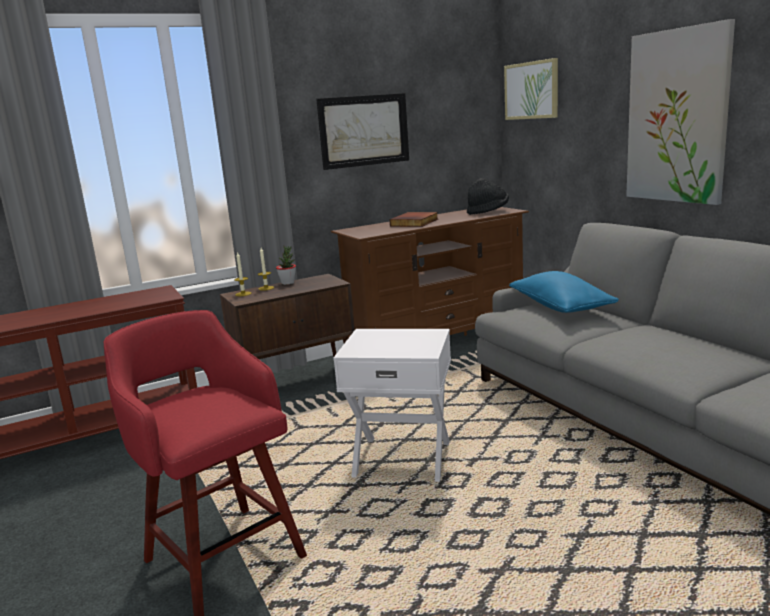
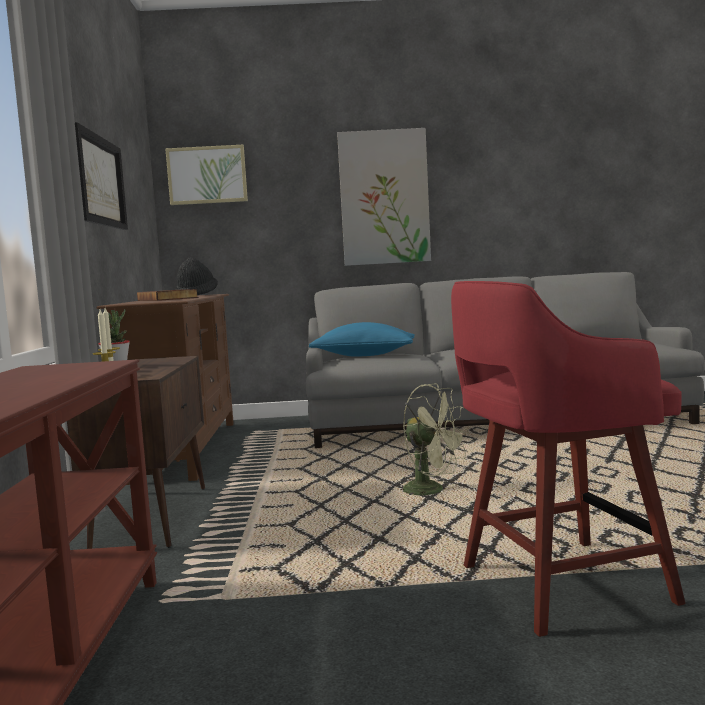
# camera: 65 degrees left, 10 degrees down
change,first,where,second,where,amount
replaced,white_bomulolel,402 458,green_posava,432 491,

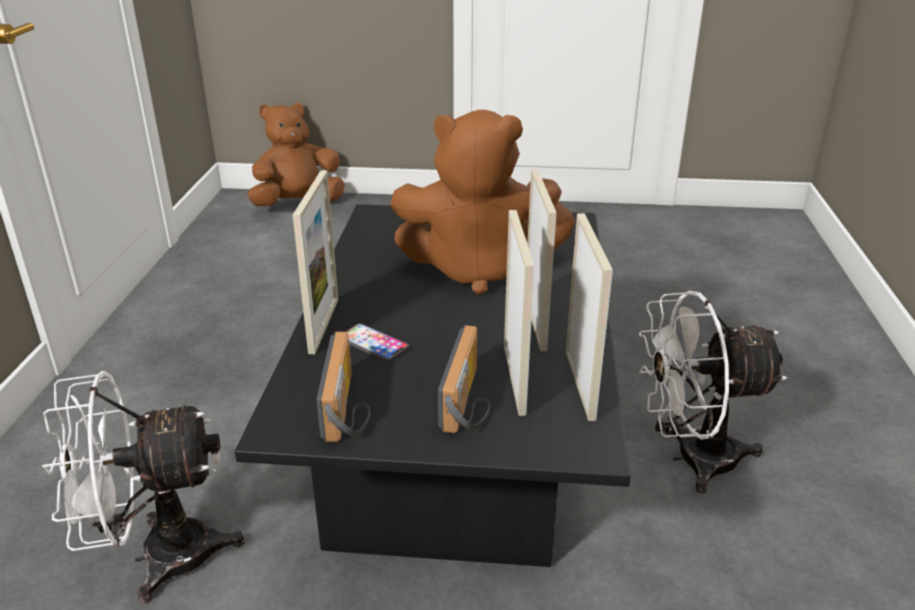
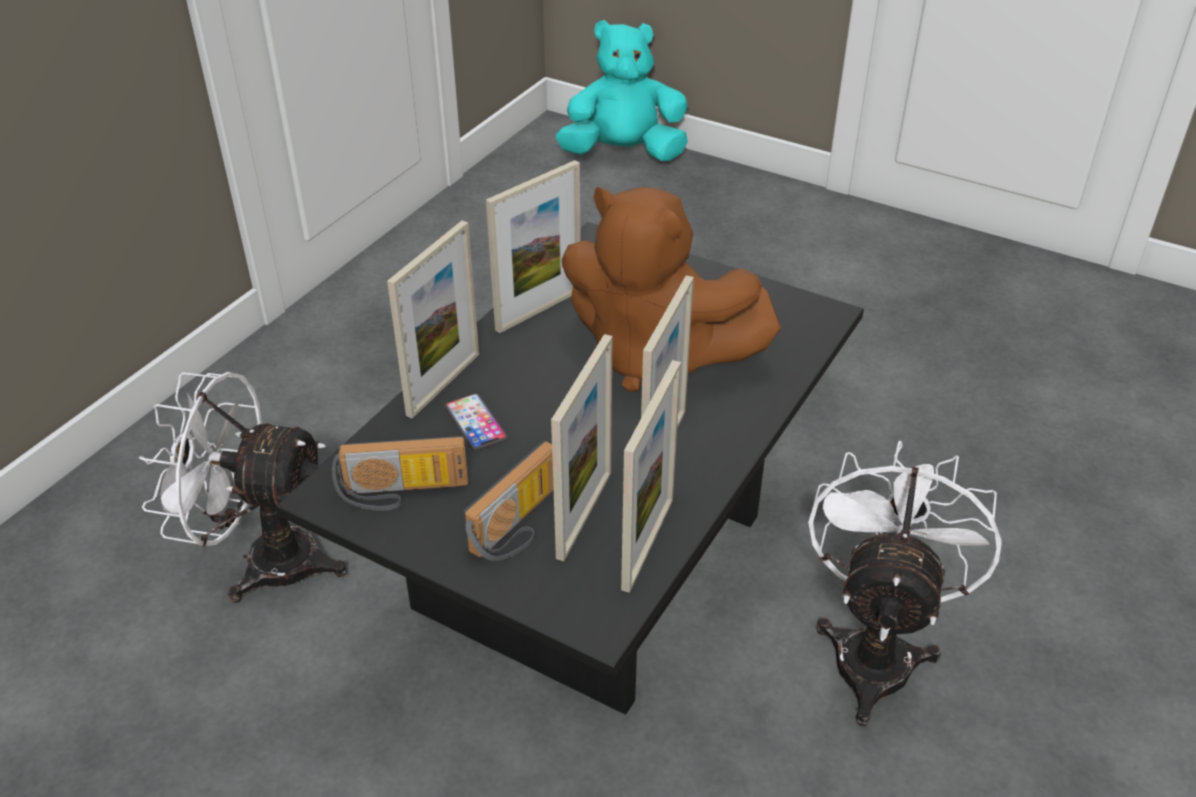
# camera: 25 degrees right, 10 degrees up
change,first,where,second,where,amount
turned,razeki,349 408,,402 493,60 degrees clockwise
added,,,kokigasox,539 310,
recoloured,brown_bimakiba,297 203,turquoise_bimakiba,623 153,
turned,white_posava,691 459,,875 650,90 degrees clockwise

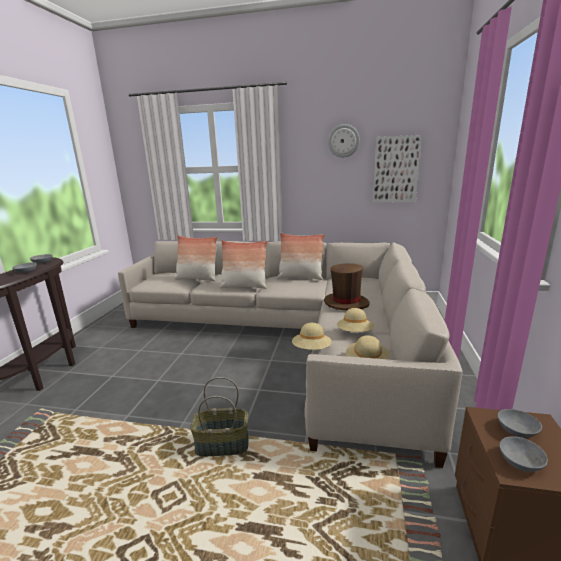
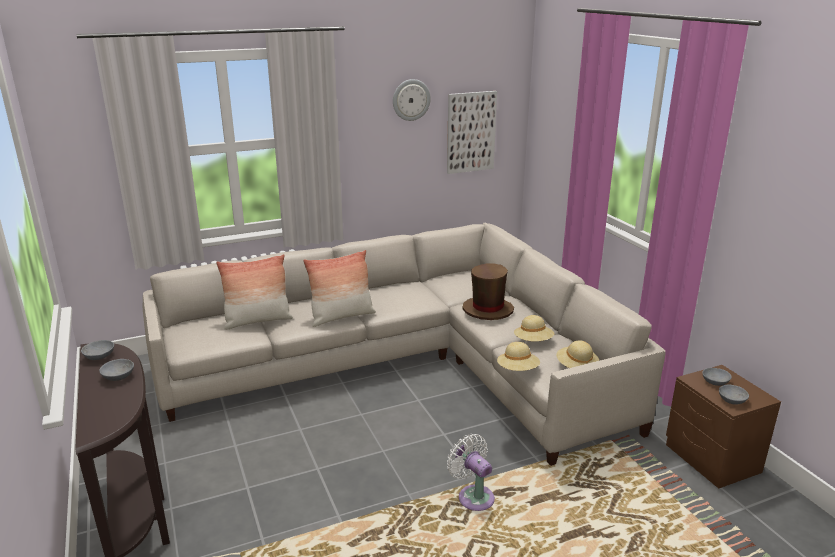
# camera: 35 degrees left, 5 degrees up
change,first,where,second,where,amount
replaced,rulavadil,221 446,white_posava,473 496,
removed,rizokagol,300 277,,,

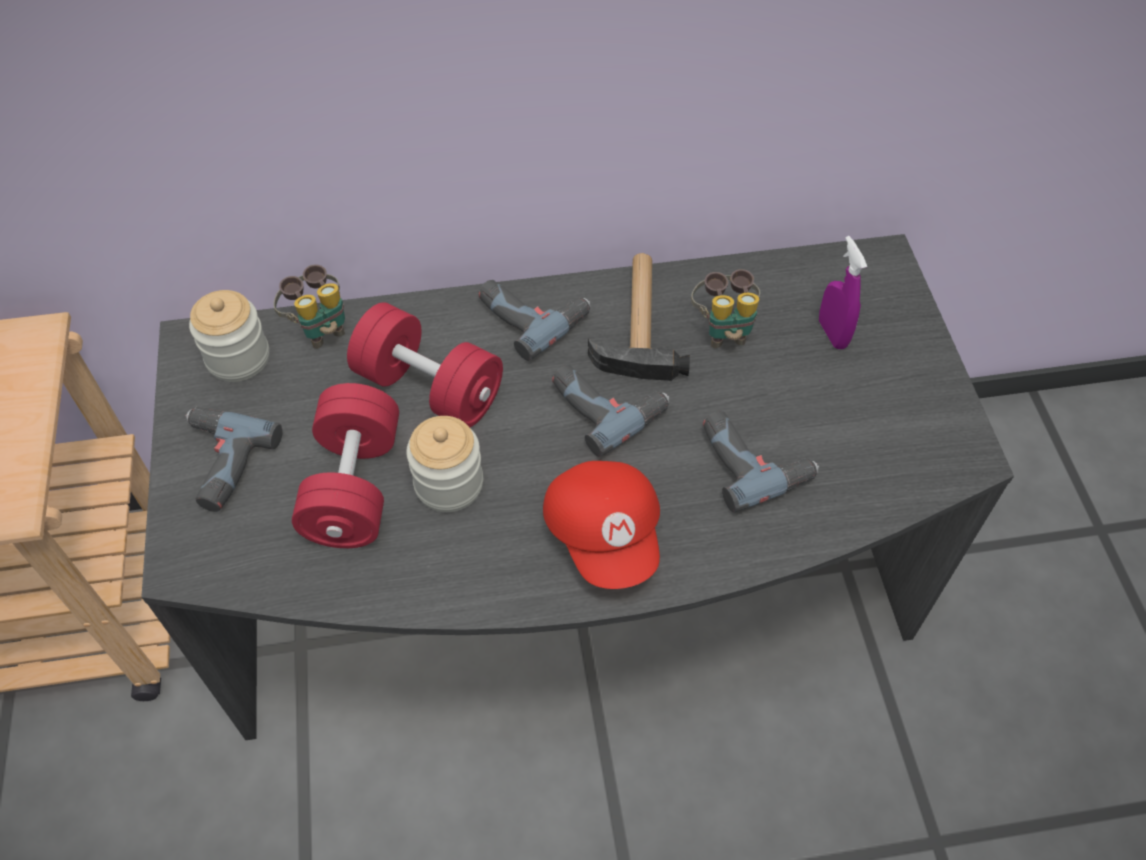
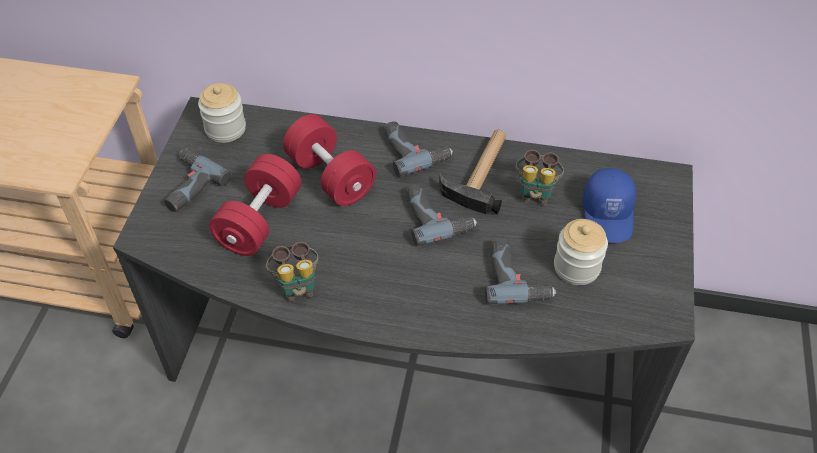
# camera: 20 degrees right, 5 degrees down
change,first,where,second,where,amount
moved,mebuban,319 327,,297 286,
moved,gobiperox,449 484,,576 267,
replaced,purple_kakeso,832 334,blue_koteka,609 215,
removed,red_koteka,606 534,,,

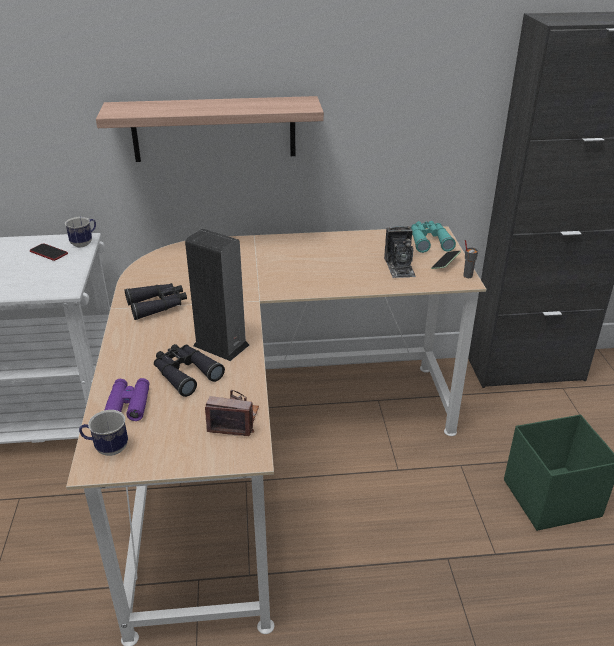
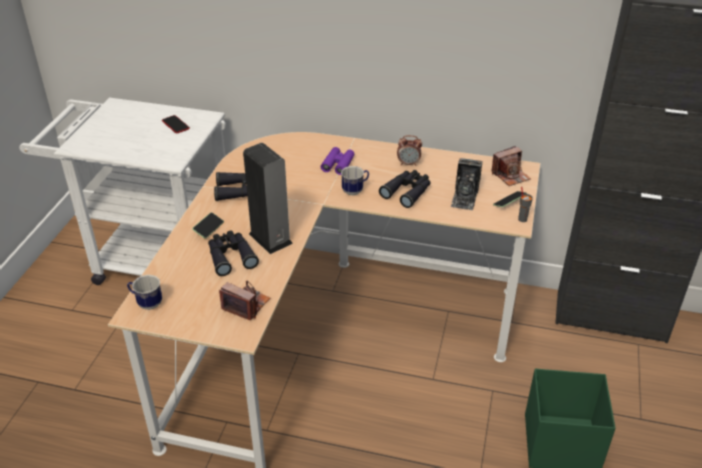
# camera: 20 degrees right, 5 degrees up
change,first,where,second,where,amount
added,,,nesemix,208 229,
moved,purple_mebuban,128 404,,338 164,
moved,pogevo,85 243,,355 190,
added,,,black_mebuban,407 192,
added,,,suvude,408 164,
replaced,turquoise_mebuban,429 241,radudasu,510 175,
removed,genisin,214 129,,,

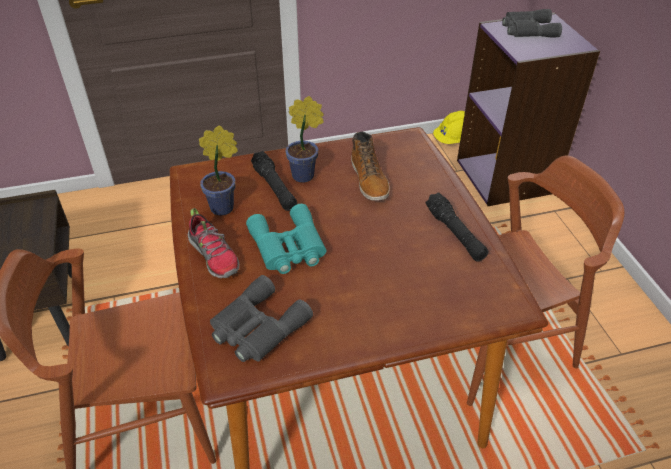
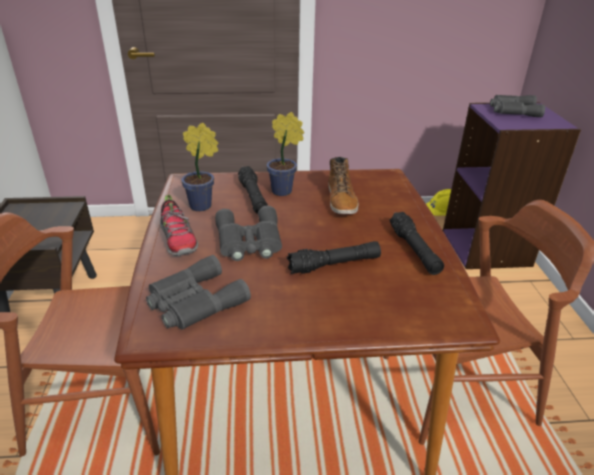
# camera: 10 degrees right, 10 degrees down
change,first,where,second,where,amount
recoloured,turquoise_mebuban,288 247,grey_mebuban,248 241,
added,,,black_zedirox,334 265,

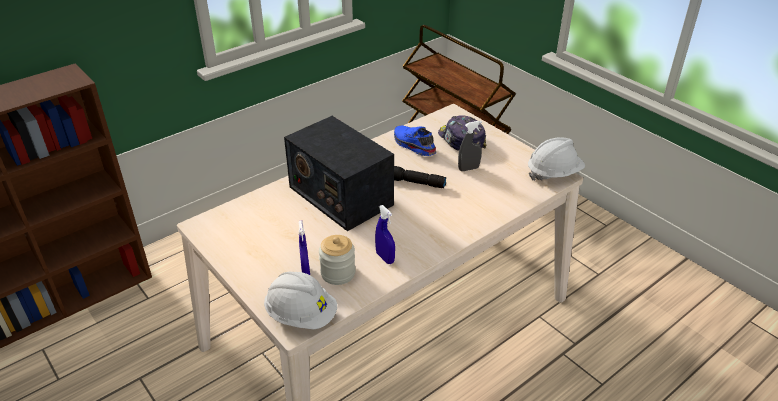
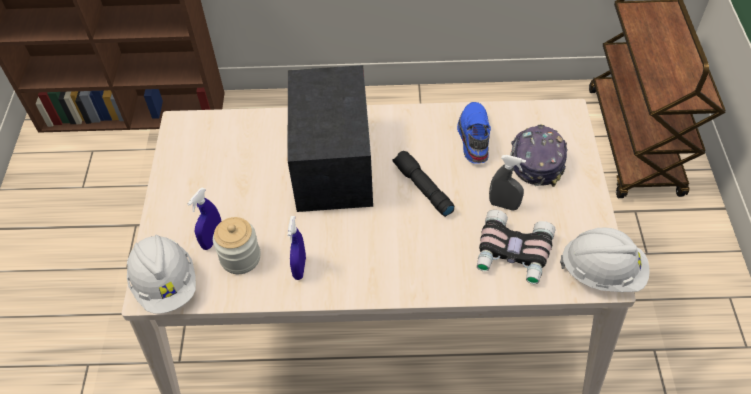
# camera: 40 degrees right, 15 degrees up
change,first,where,second,where,amount
added,,,mebuban,512 254,

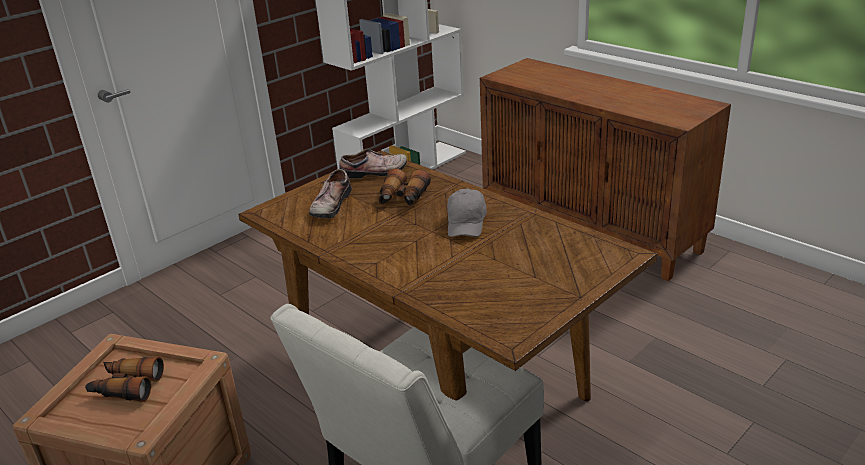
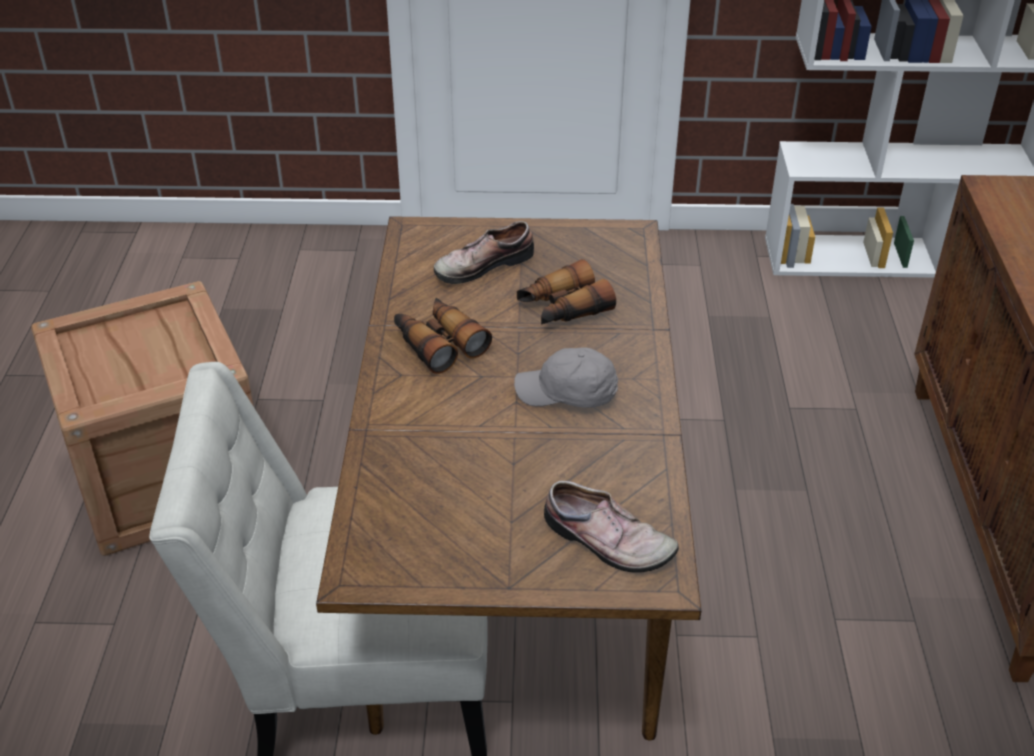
# camera: 45 degrees right, 10 degrees up
change,first,where,second,where,amount
moved,mebuban,126 387,,438 343,
turned,grey_koteka,466 223,,567 393,45 degrees clockwise
moved,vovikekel,375 172,,606 542,

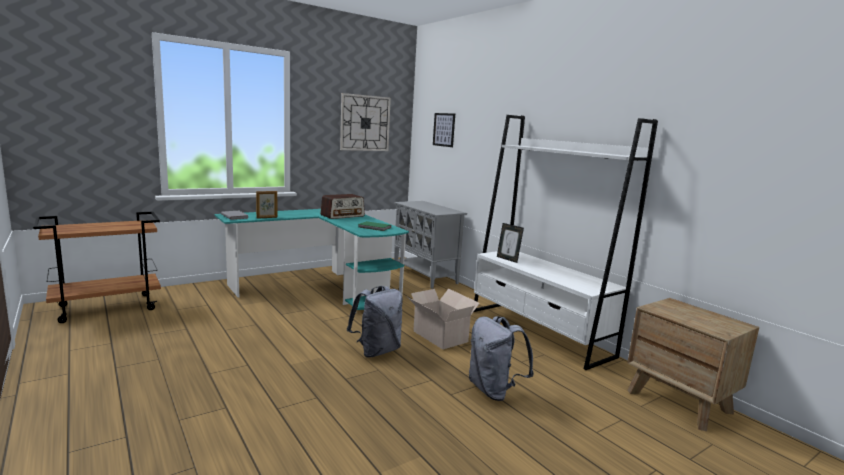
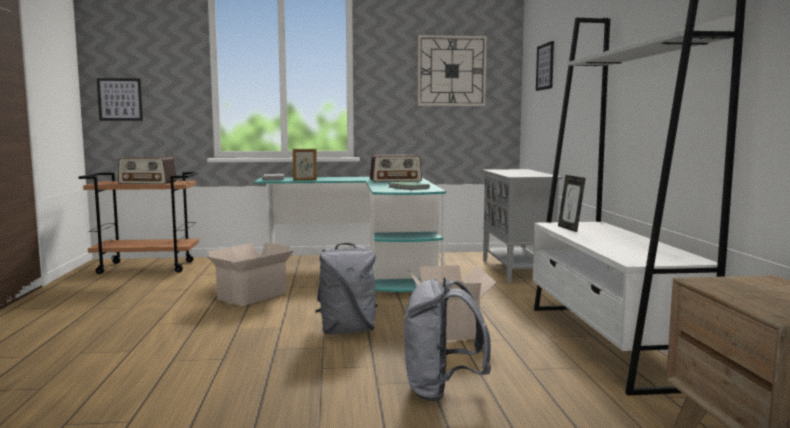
# camera: 30 degrees right, 5 degrees down
change,first,where,second,where,amount
added,,,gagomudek,120 99,
added,,,razeki,148 182,
added,,,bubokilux,250 296,

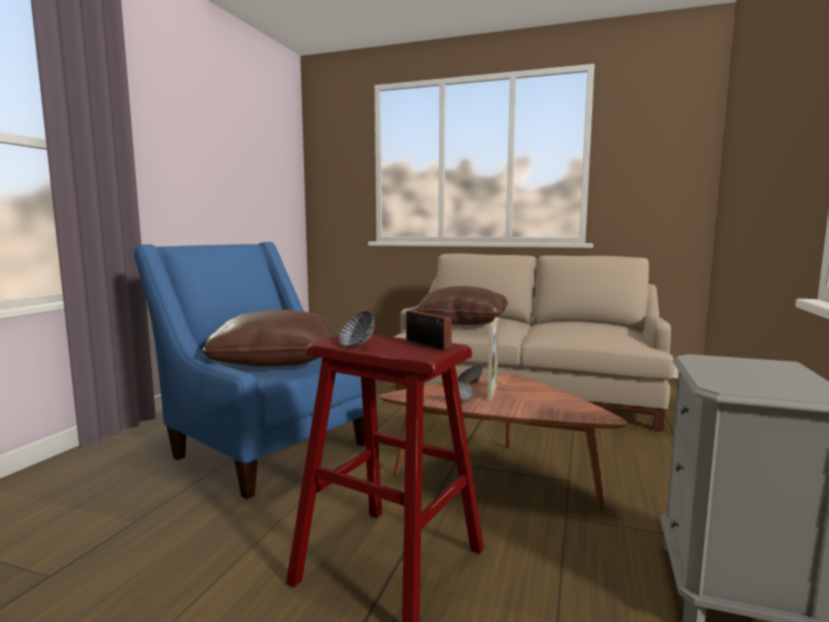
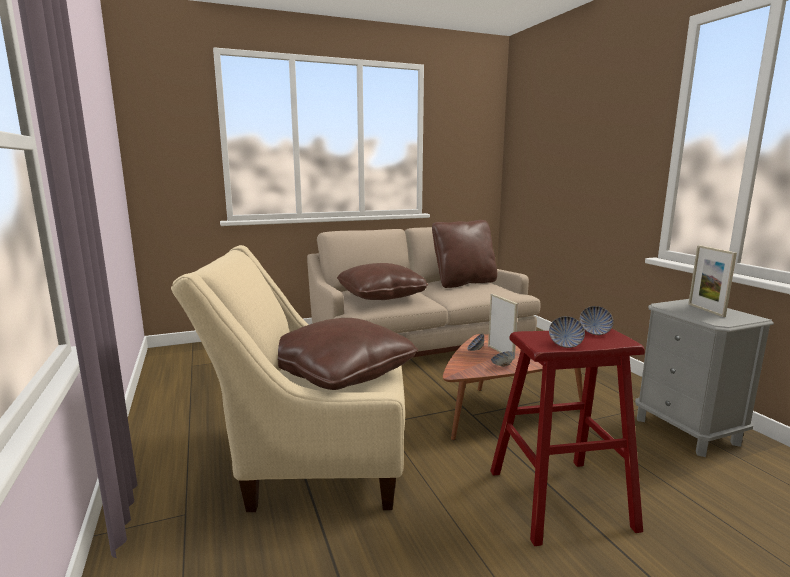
# camera: 40 degrees left, 5 degrees up
change,first,where,second,where,amount
recoloured,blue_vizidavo,264 446,beige_vizidavo,313 462,
added,,,brown_rizokagol,464 283,
replaced,razeki,429 345,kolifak,594 332,
added,,,kokigasox,706 310,

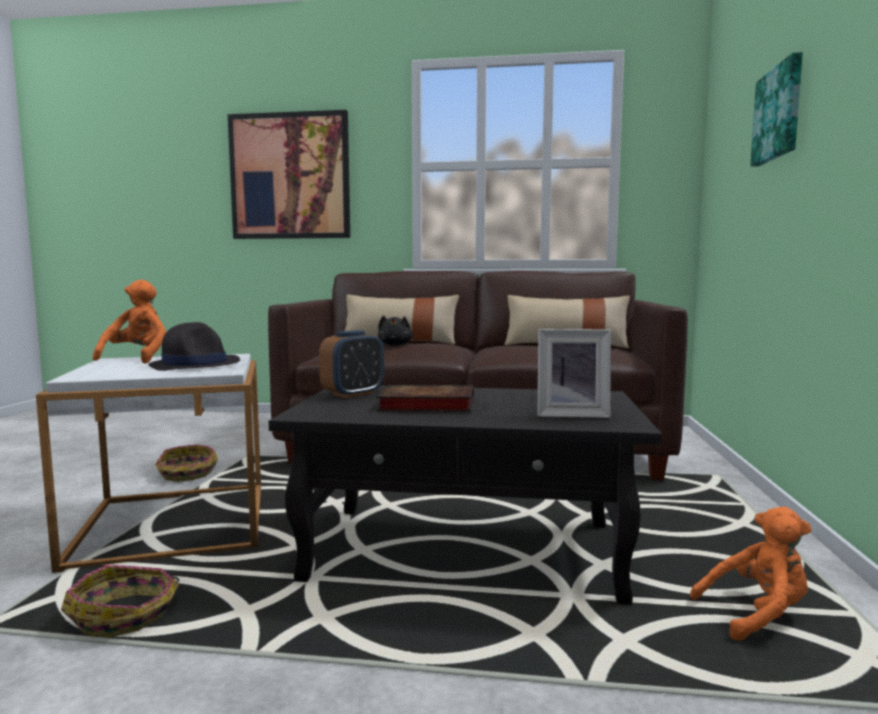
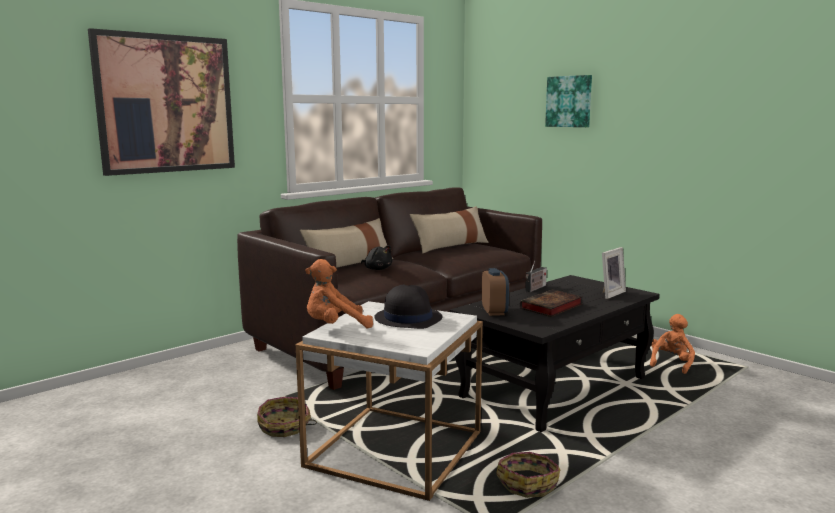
# camera: 50 degrees left, 5 degrees up
change,first,where,second,where,amount
turned,orange_bimakiba,138 358,,335 327,60 degrees counterclockwise
added,,,razeki,535 288,

